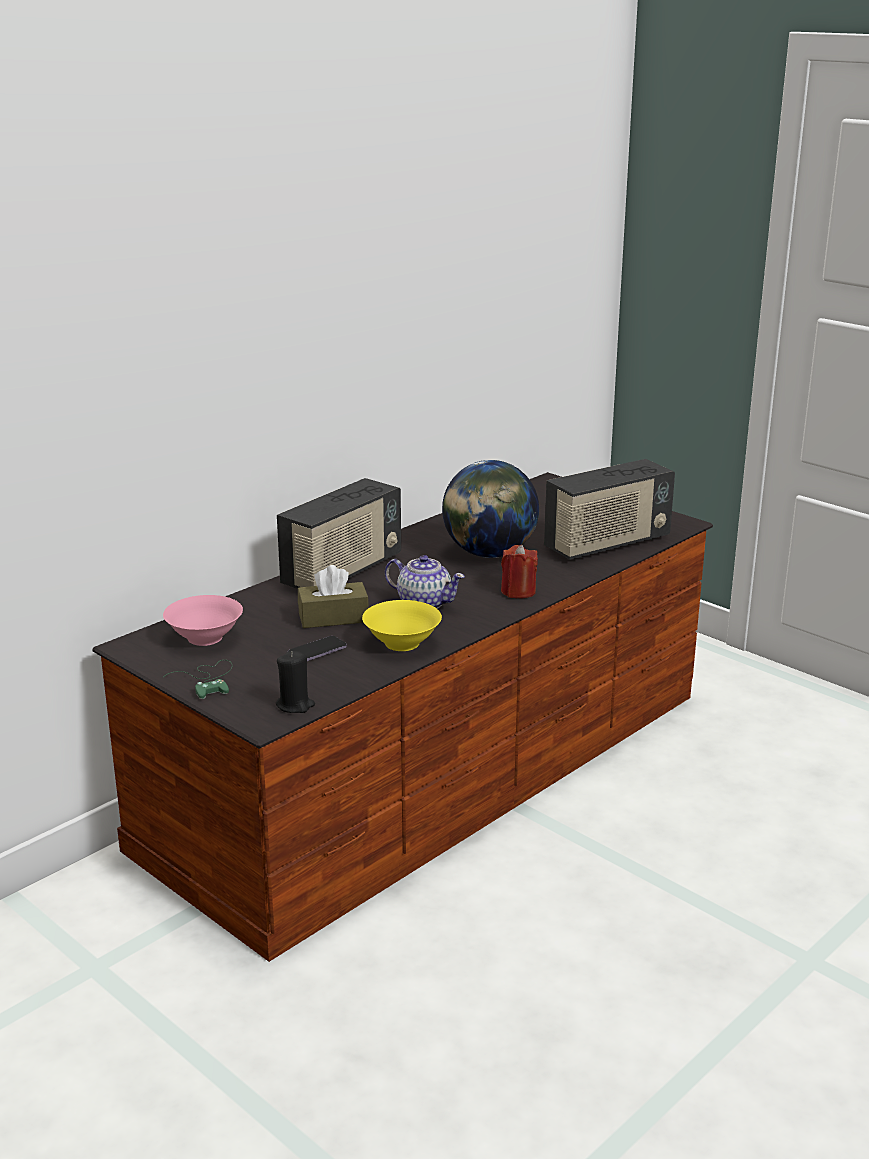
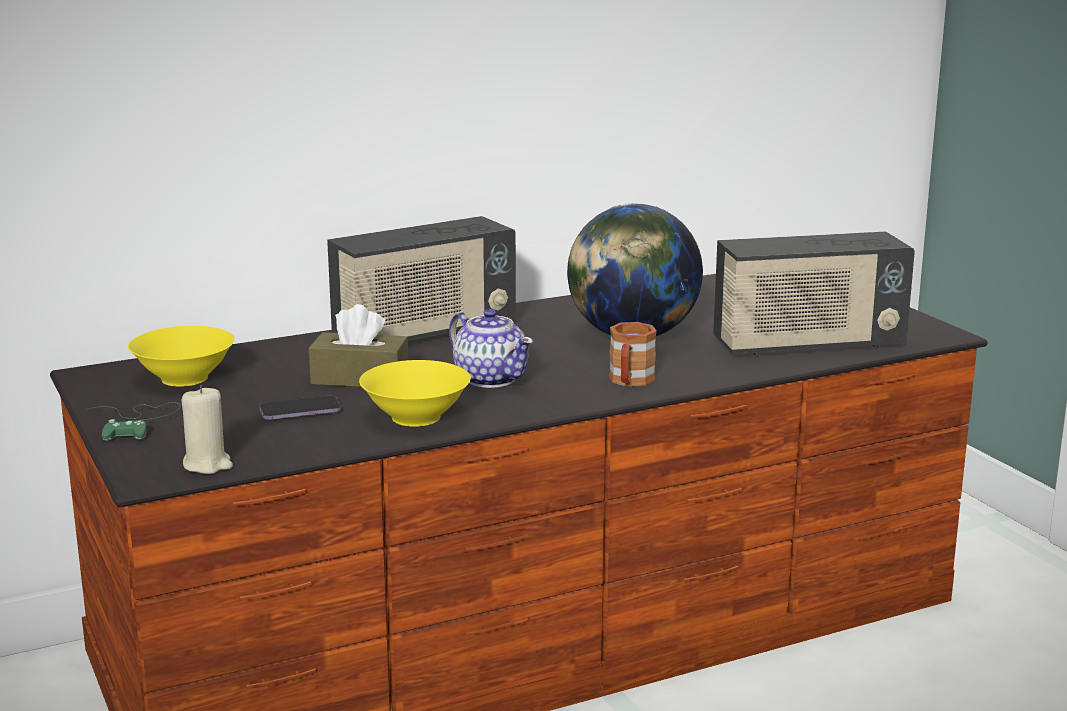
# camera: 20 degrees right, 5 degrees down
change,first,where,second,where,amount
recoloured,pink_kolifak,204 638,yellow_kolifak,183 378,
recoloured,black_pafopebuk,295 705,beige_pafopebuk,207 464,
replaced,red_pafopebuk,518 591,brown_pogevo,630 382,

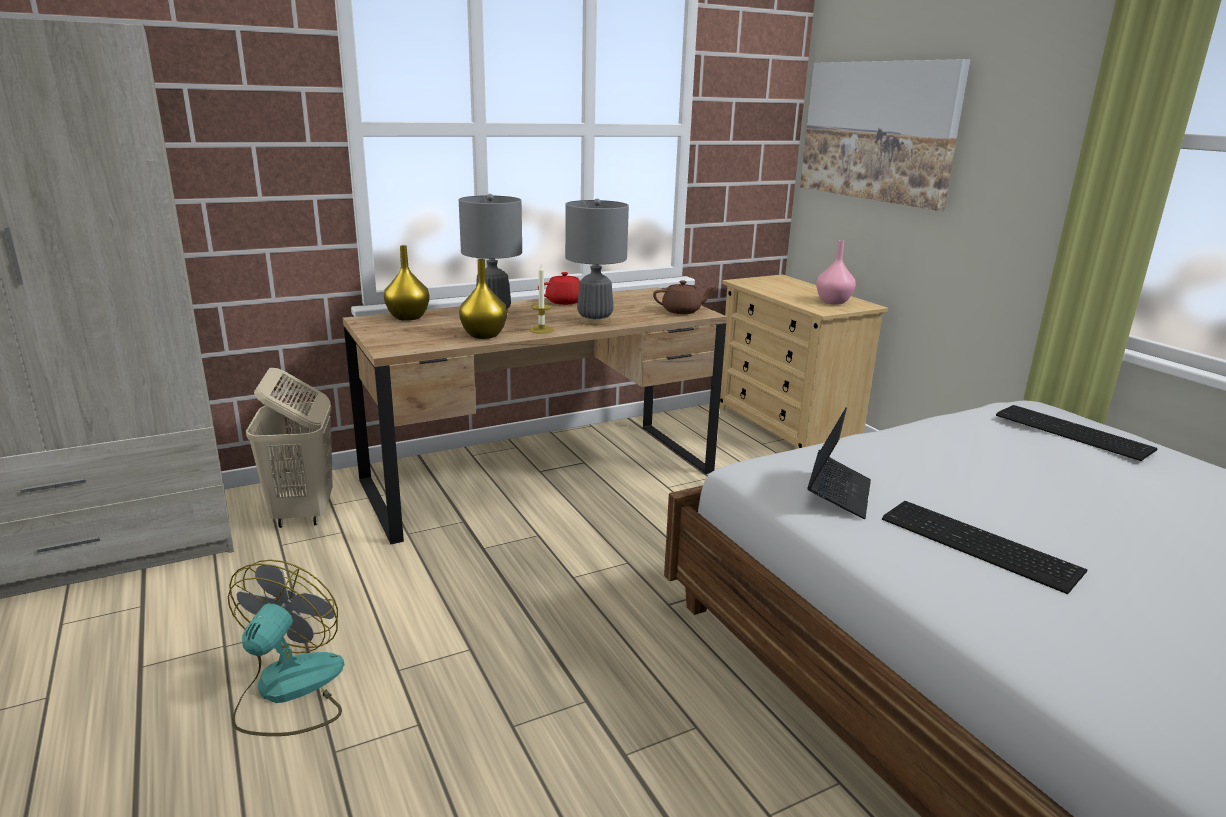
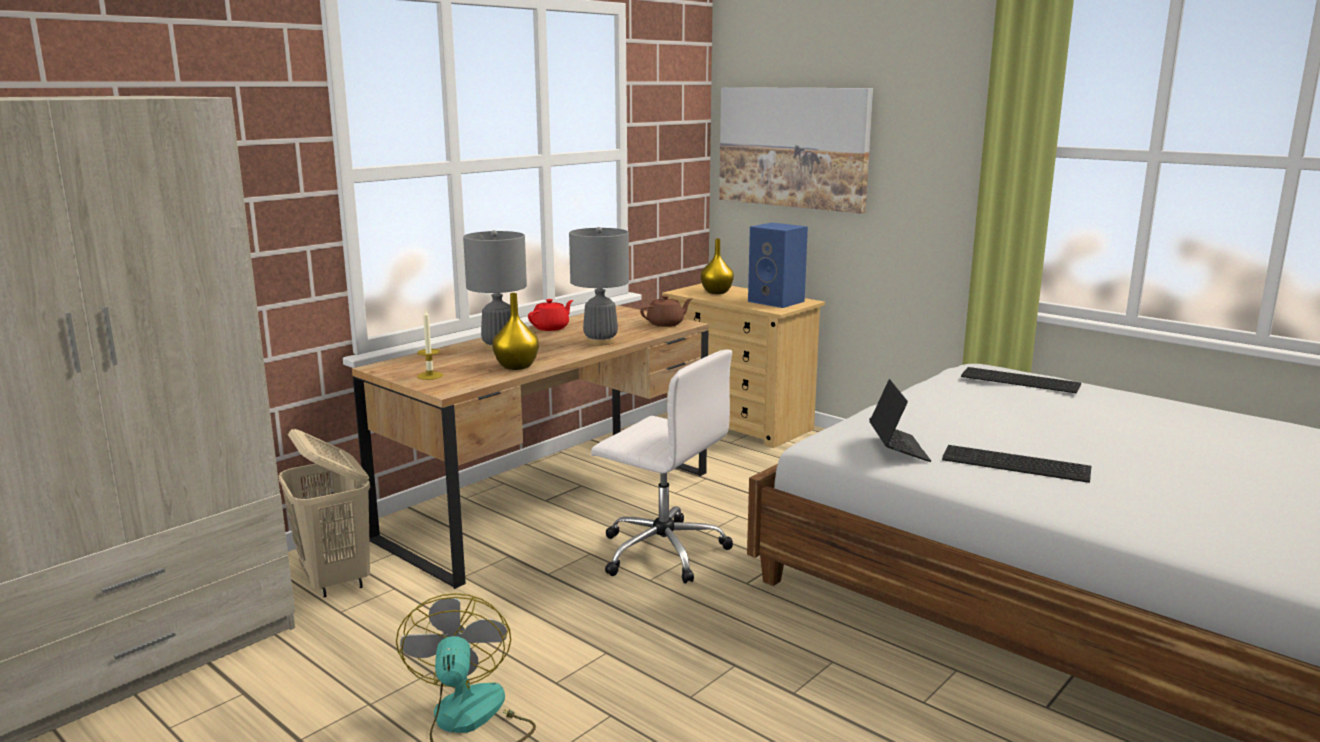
# camera: 20 degrees left, 5 degrees down
change,first,where,second,where,amount
moved,pafopebuk,541 330,,430 376,
added,,,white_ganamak,661 551,
moved,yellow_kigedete,408 317,,717 292,
replaced,pink_kigedete,834 302,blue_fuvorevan,777 301,

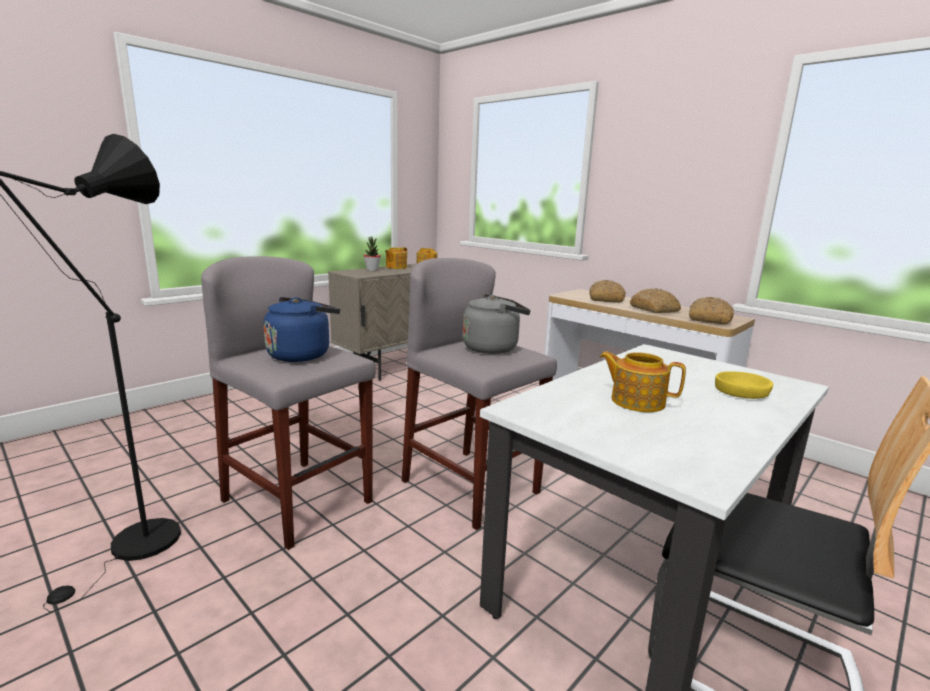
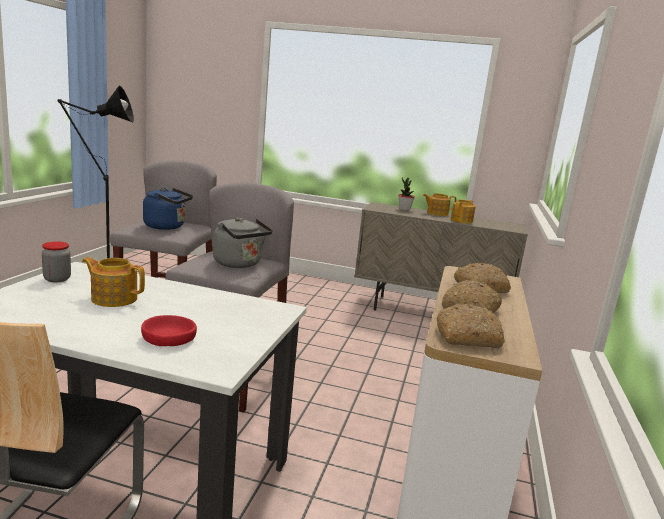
# camera: 60 degrees right, 0 degrees up
change,first,where,second,where,amount
added,,,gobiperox,57 279,
turned,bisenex,636 401,,114 298,75 degrees counterclockwise
recoloured,yellow_kolifak,741 392,red_kolifak,169 338,

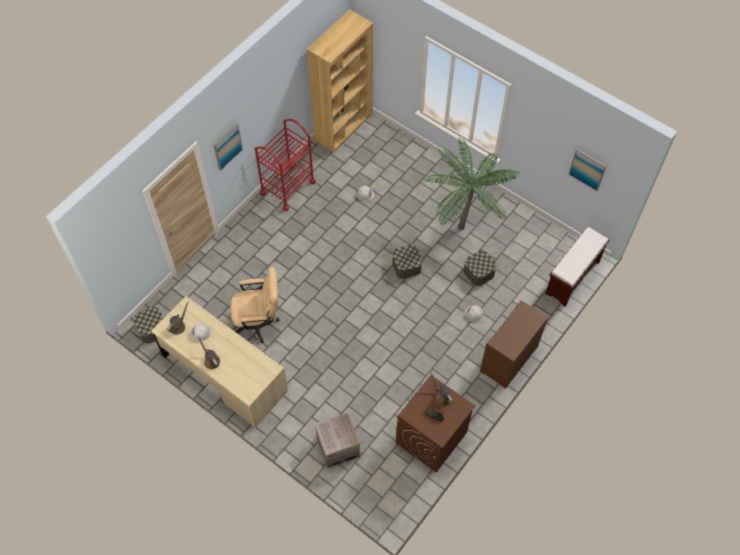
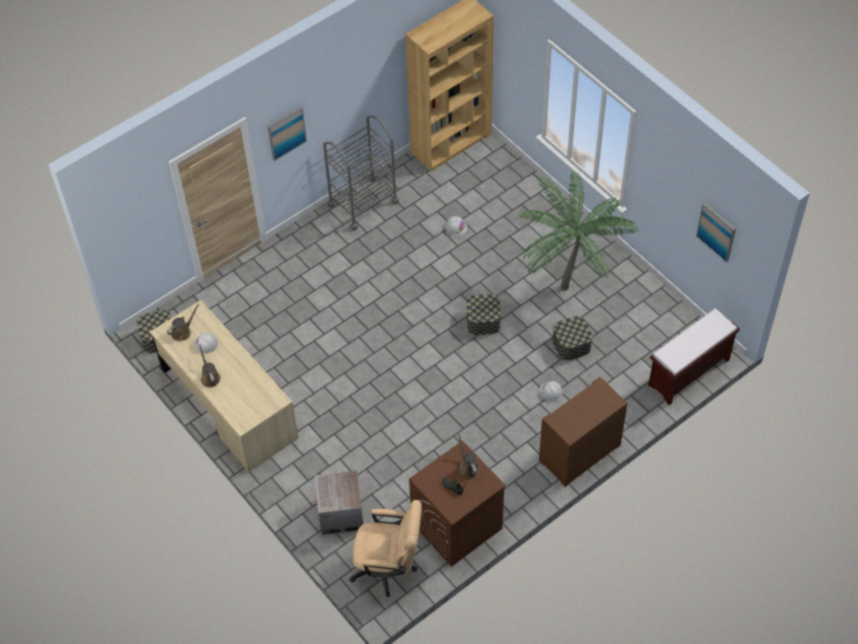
# camera: 15 degrees right, 5 degrees down
change,first,where,second,where,amount
recoloured,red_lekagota,287 187,grey_lekagota,363 203,
moved,beige_ganamak,259 322,,389 568,

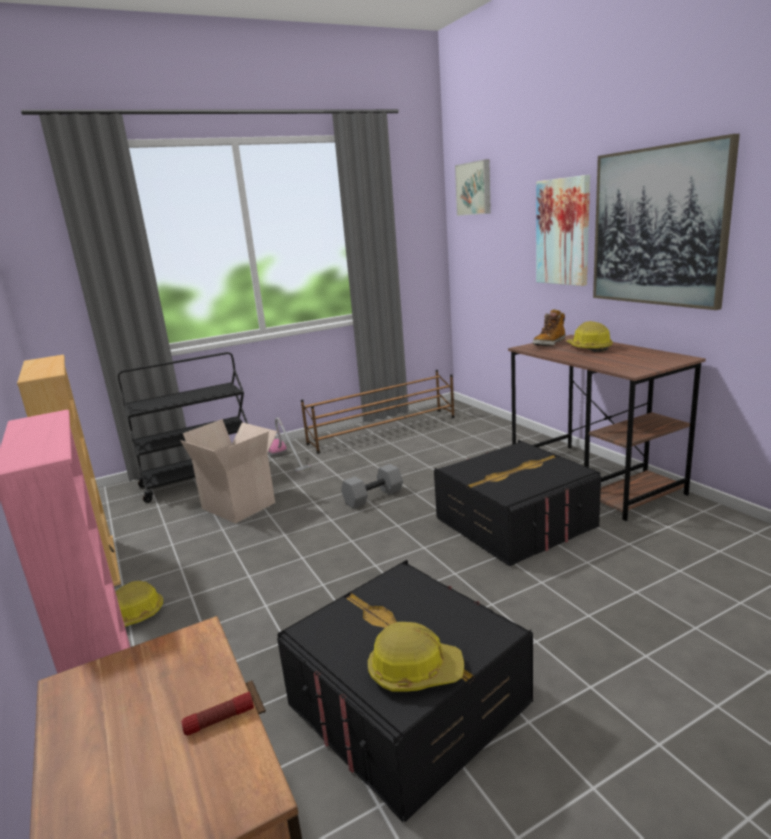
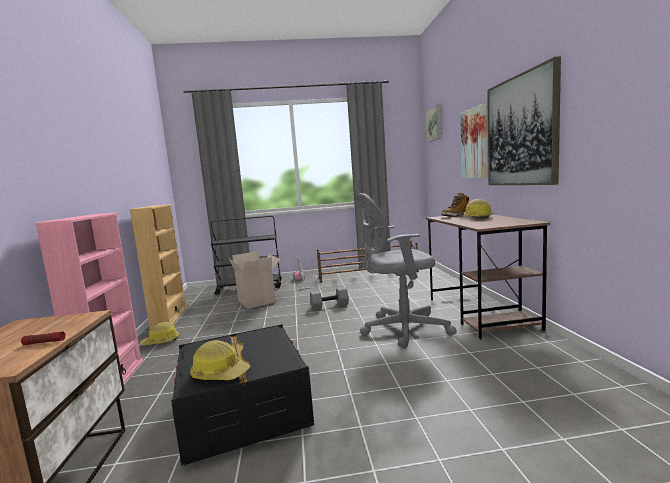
# camera: 20 degrees right, 10 degrees down
change,first,where,second,where,amount
replaced,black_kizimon,514 523,grey_ganamak,401 329,

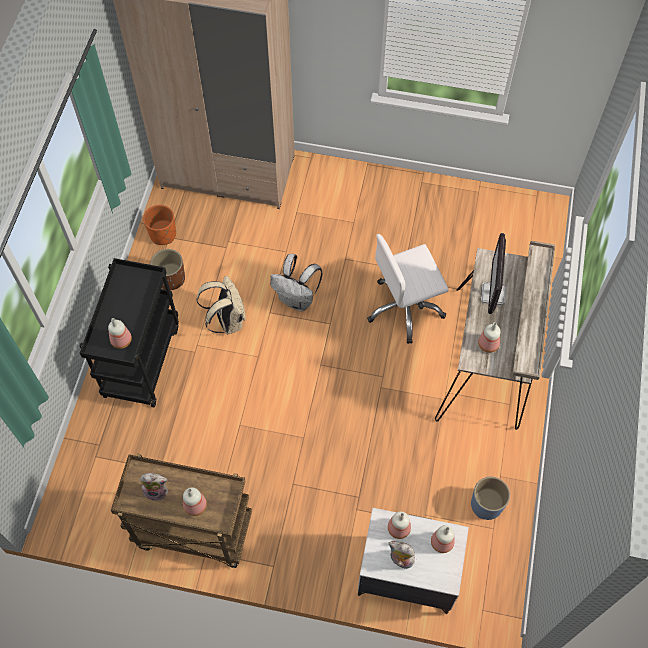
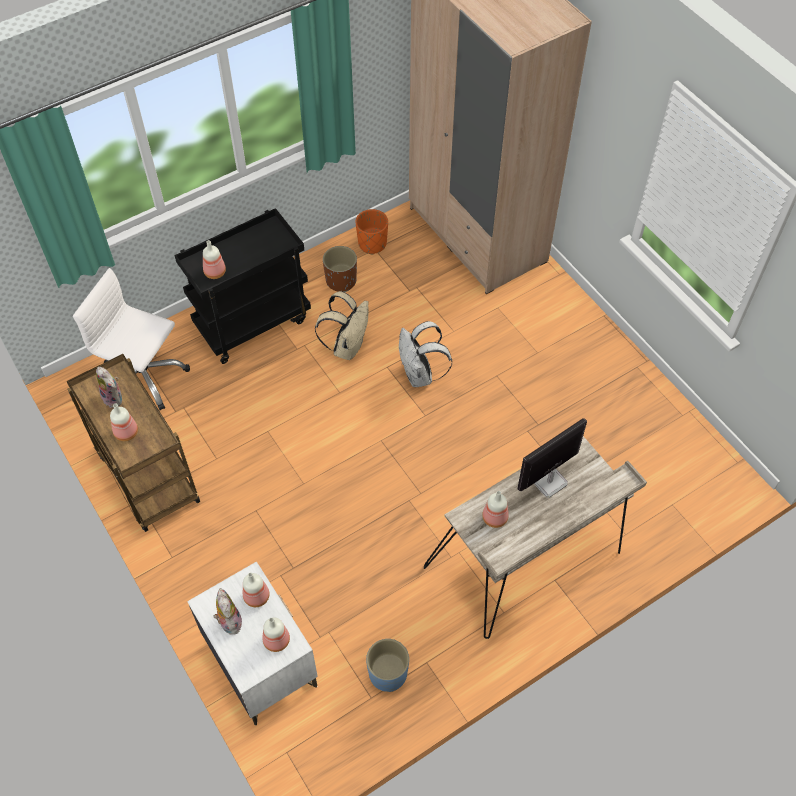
# camera: 45 degrees right, 5 degrees down
change,first,where,second,where,amount
moved,white_ganamak,405 308,,144 377,

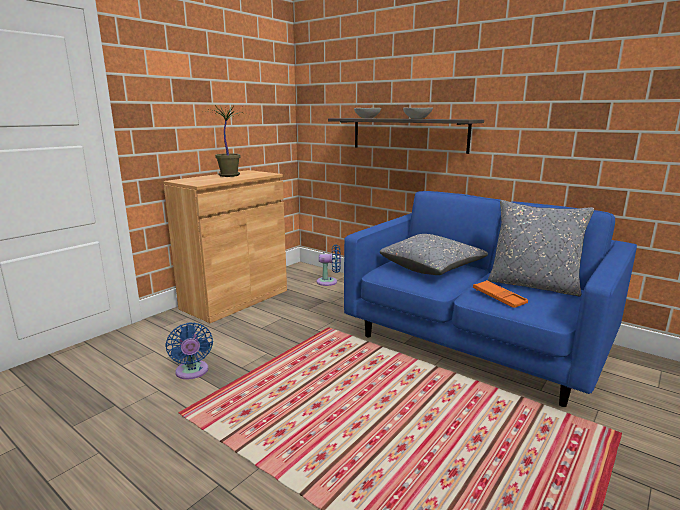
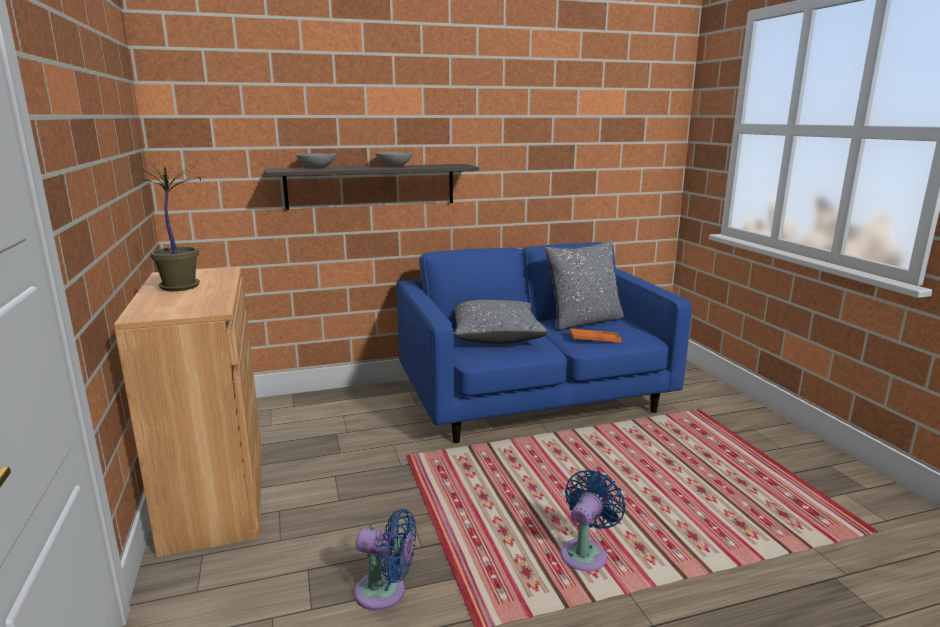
# camera: 55 degrees left, 0 degrees up
change,first,where,second,where,amount
moved,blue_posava,329 282,,585 553,

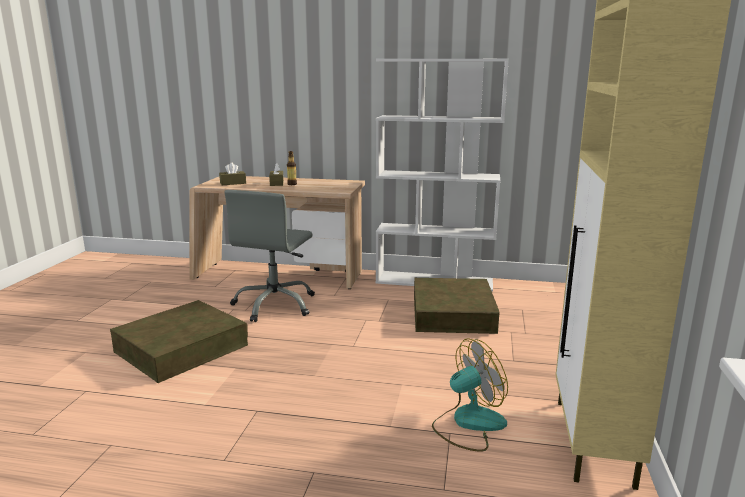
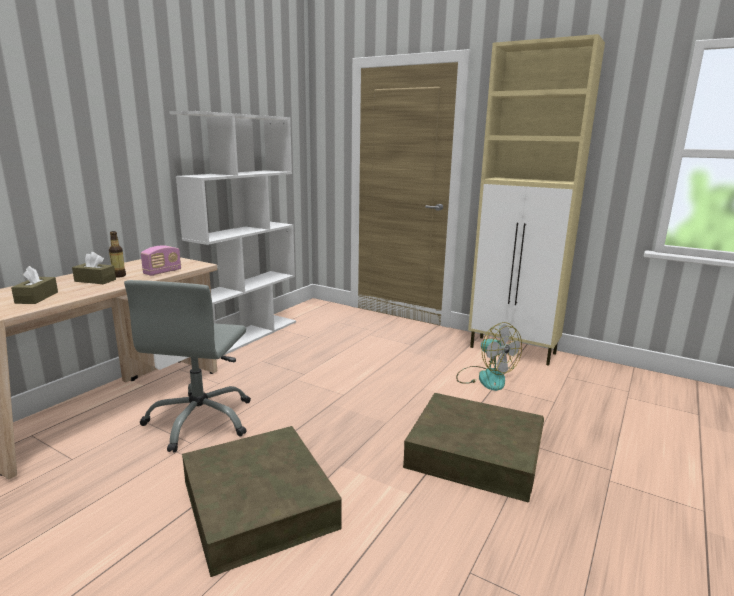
# camera: 70 degrees left, 0 degrees up
change,first,where,second,where,amount
turned,grey_ganamak,275 305,,200 420,60 degrees clockwise
added,,,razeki,162 272,
moved,brown_kizimon,453 314,,474 453,
turned,posava,468 423,,485 377,150 degrees clockwise

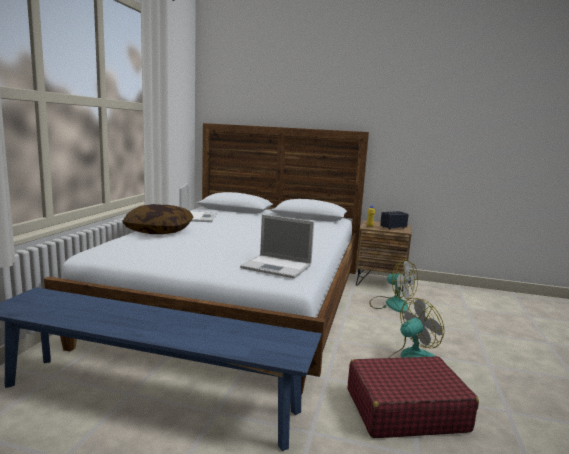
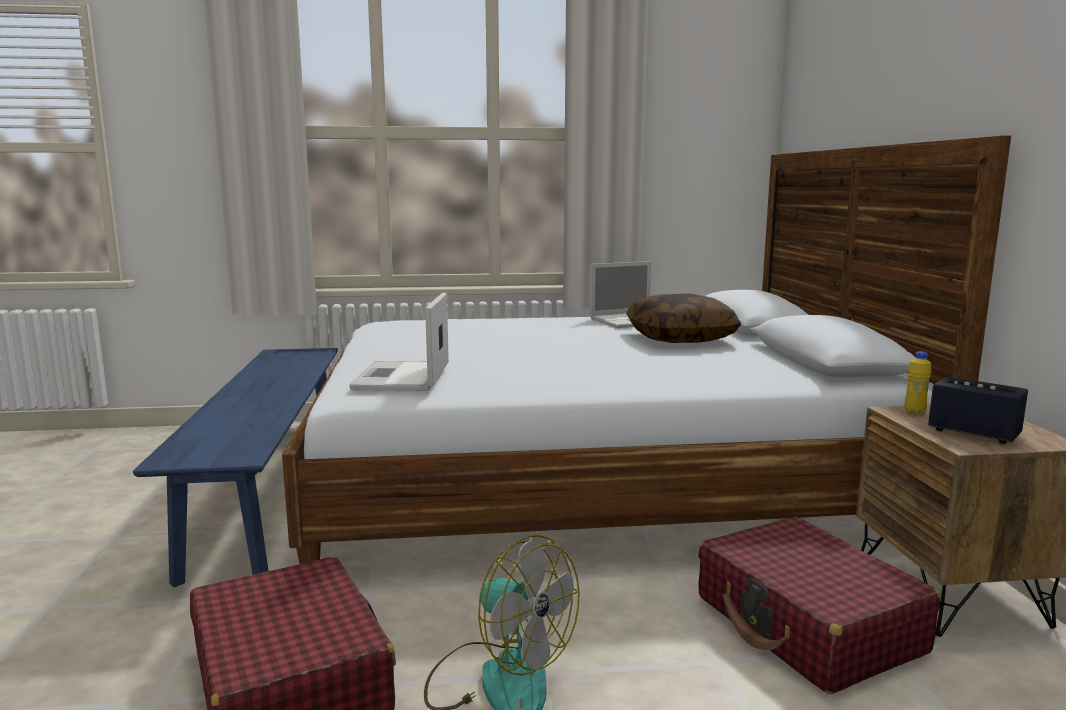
# camera: 70 degrees right, 0 degrees up
change,first,where,second,where,amount
moved,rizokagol,159 230,,680 338,
replaced,posava,391 304,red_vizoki,807 625,

